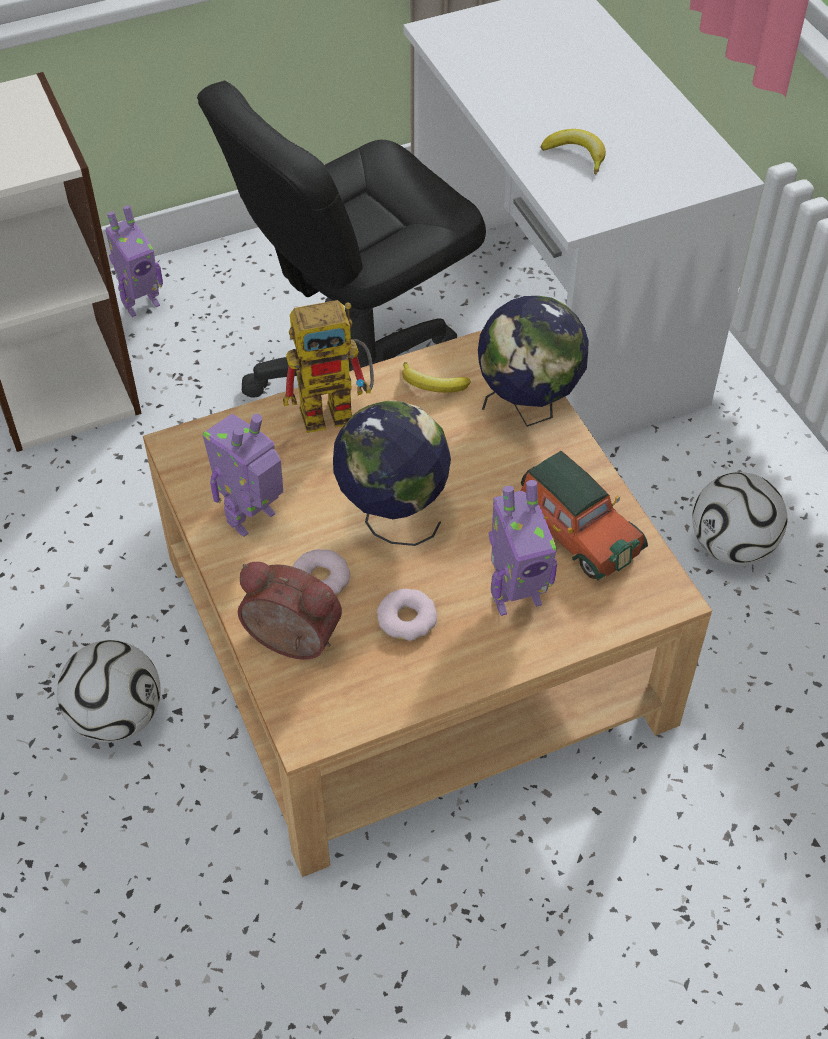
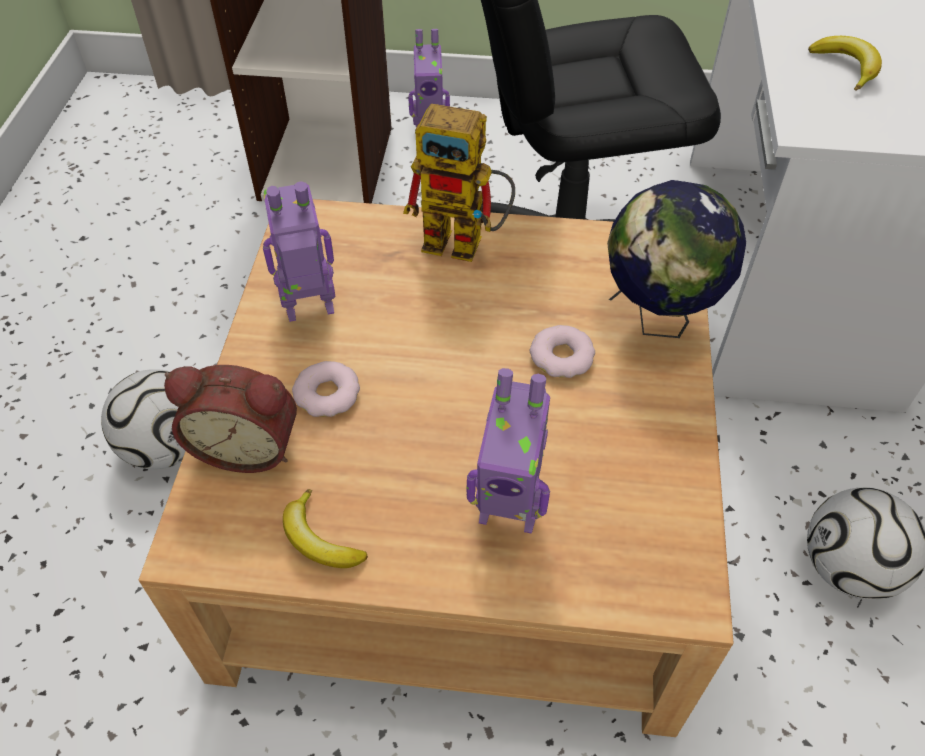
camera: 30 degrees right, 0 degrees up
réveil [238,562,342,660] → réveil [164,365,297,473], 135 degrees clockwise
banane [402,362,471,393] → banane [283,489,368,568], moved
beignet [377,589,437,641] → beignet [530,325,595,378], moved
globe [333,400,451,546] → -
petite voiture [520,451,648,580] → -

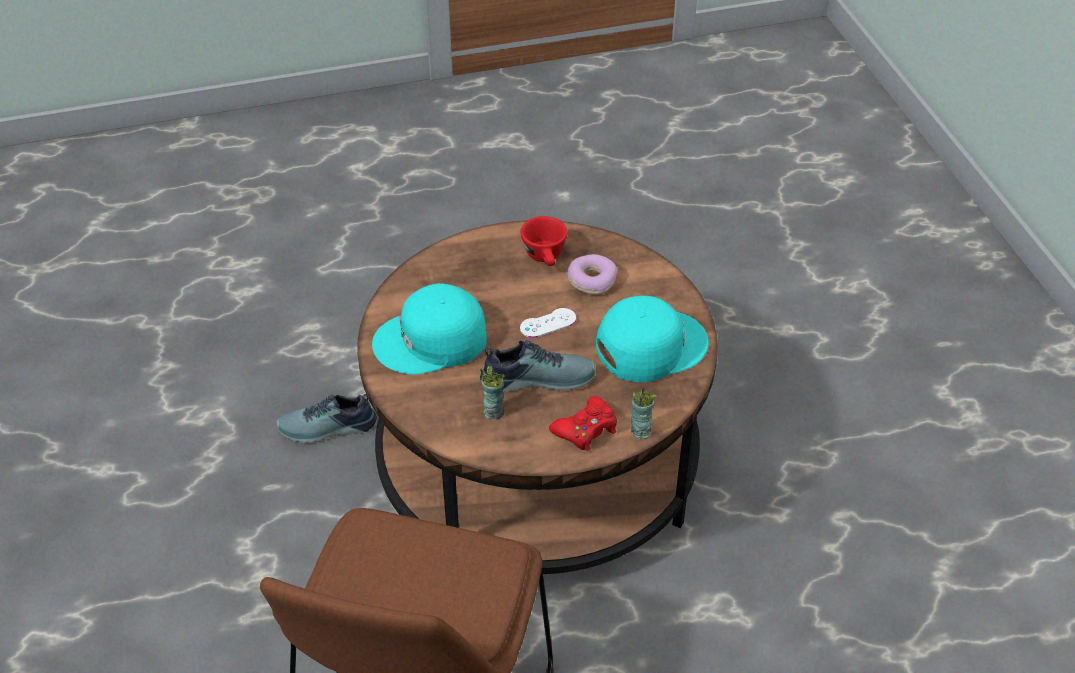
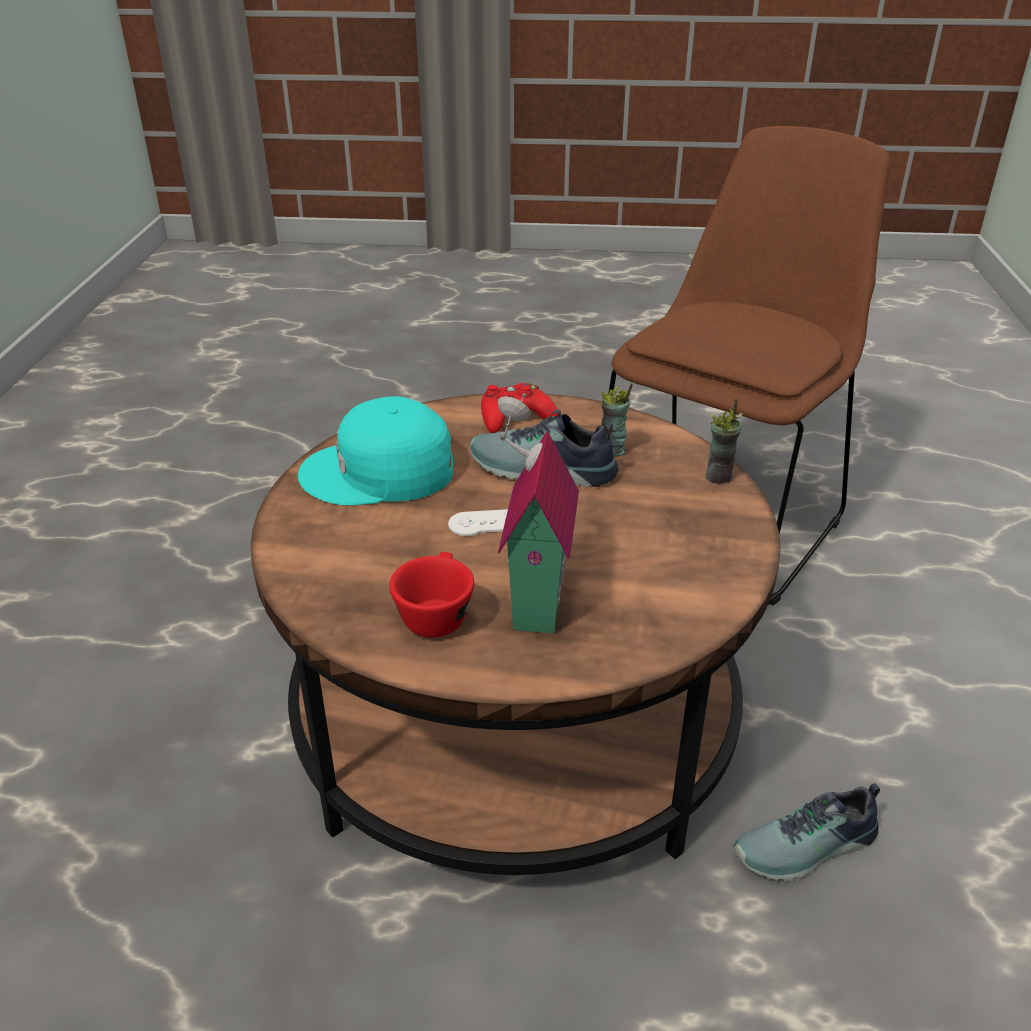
camera: 160 degrees left, 10 degrees down
- → maison miniature [498,393,579,634]
tasse [631,387,657,439] → tasse [705,399,743,484], moved
chaussure [277,394,377,443] → chaussure [733,783,880,881], 150 degrees clockwise
casquette [turquoise] [372,283,487,374] → -
beignet [567,254,617,295] → -

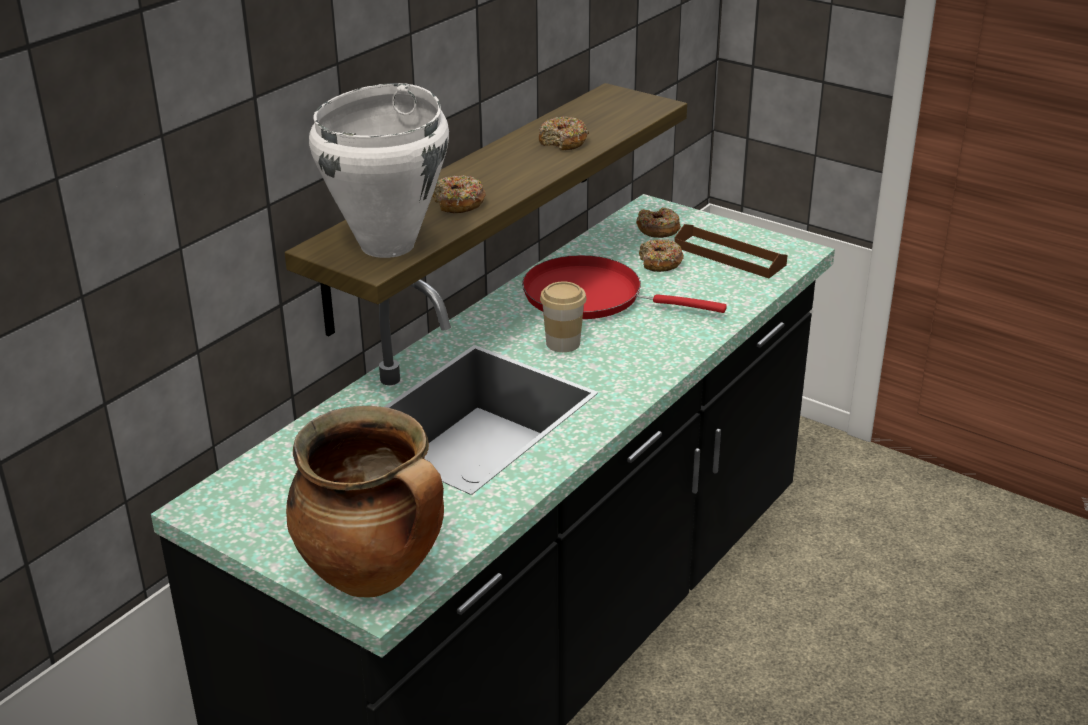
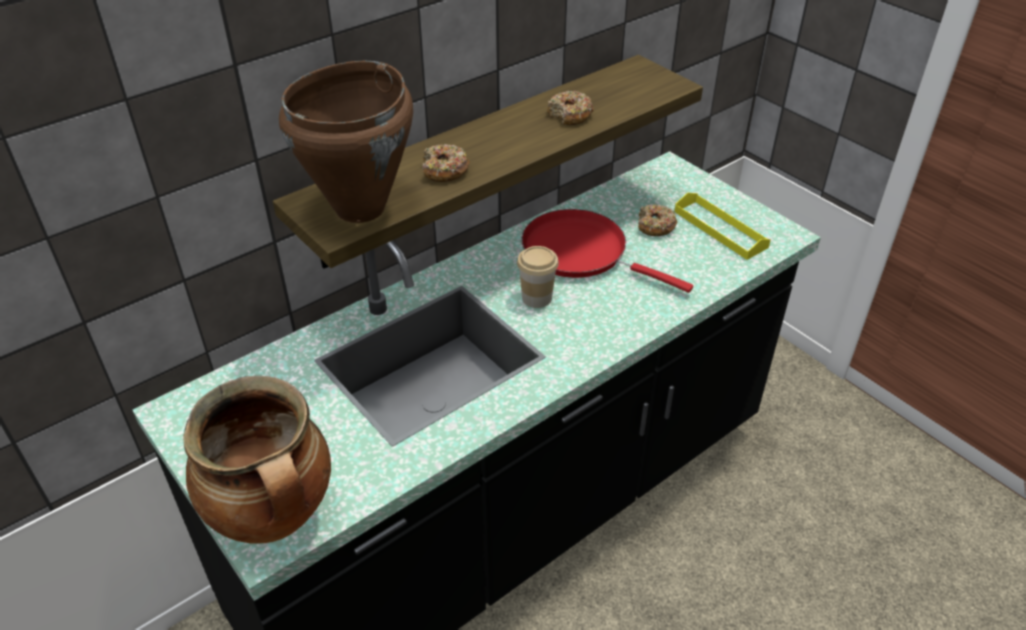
camera: 15 degrees right, 10 degrees up
marmite [blanc] [309,83,449,258] → marmite [marron] [279,61,413,223]
plateau [marron] [674,224,787,278] → plateau [jaune] [674,193,771,260]
beignet [636,207,681,238] → -

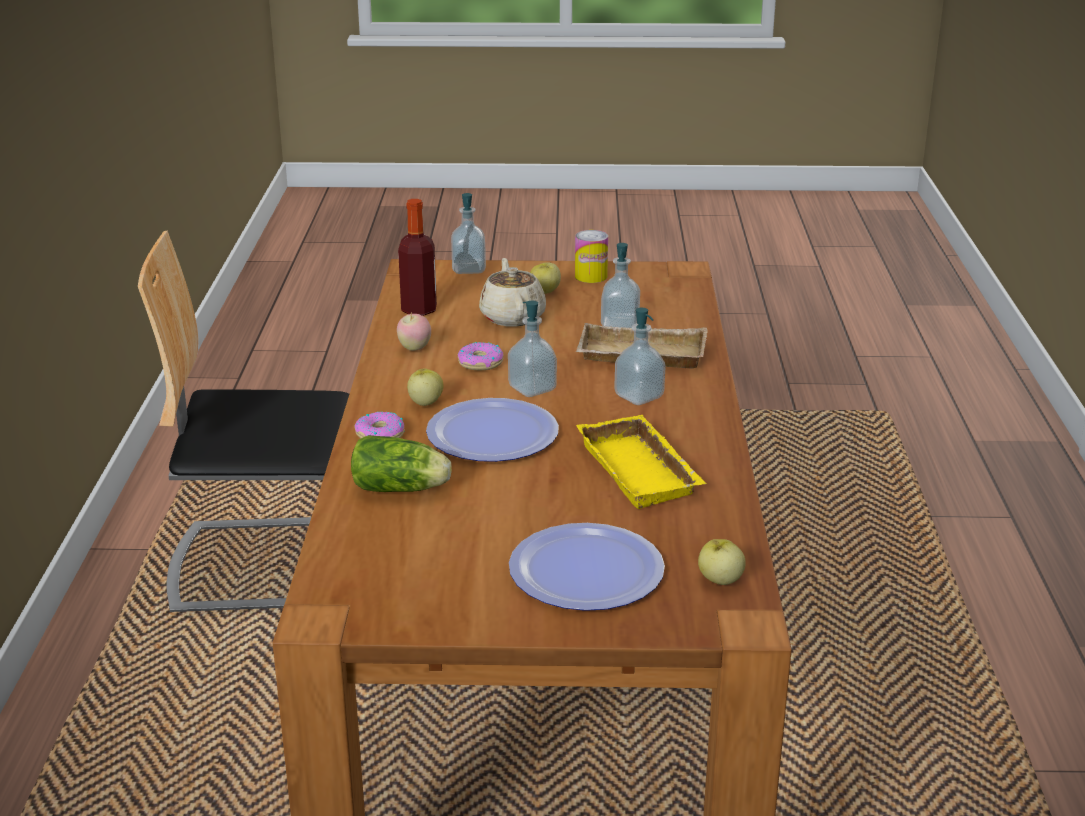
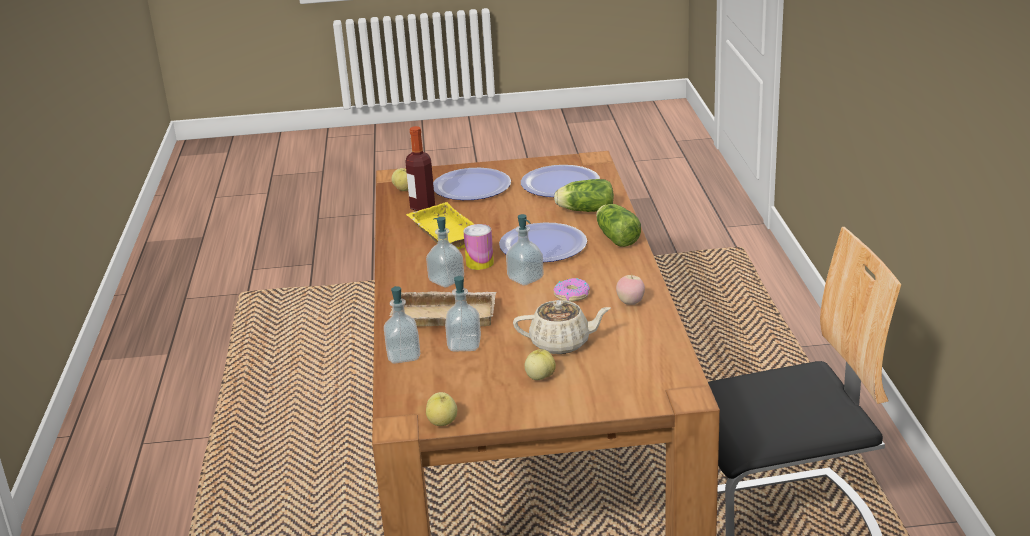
camera: 175 degrees right, 0 degrees up
distributeur de savon [451,193,486,274] → distributeur de savon [384,286,420,363], moved
bouteille [398,199,437,316] → bouteille [406,126,435,211], moved
pomme [407,369,444,406] → pomme [426,392,457,426], moved
boîte métallique [575,230,608,283] → boîte métallique [463,224,494,270], moved
théière [beige] [479,258,546,327] → théière [beige] [513,300,611,354], 75 degrees counterclockwise
- → assiette [521,165,600,197]
beignet [354,411,405,438] → laitue [596,204,641,247]

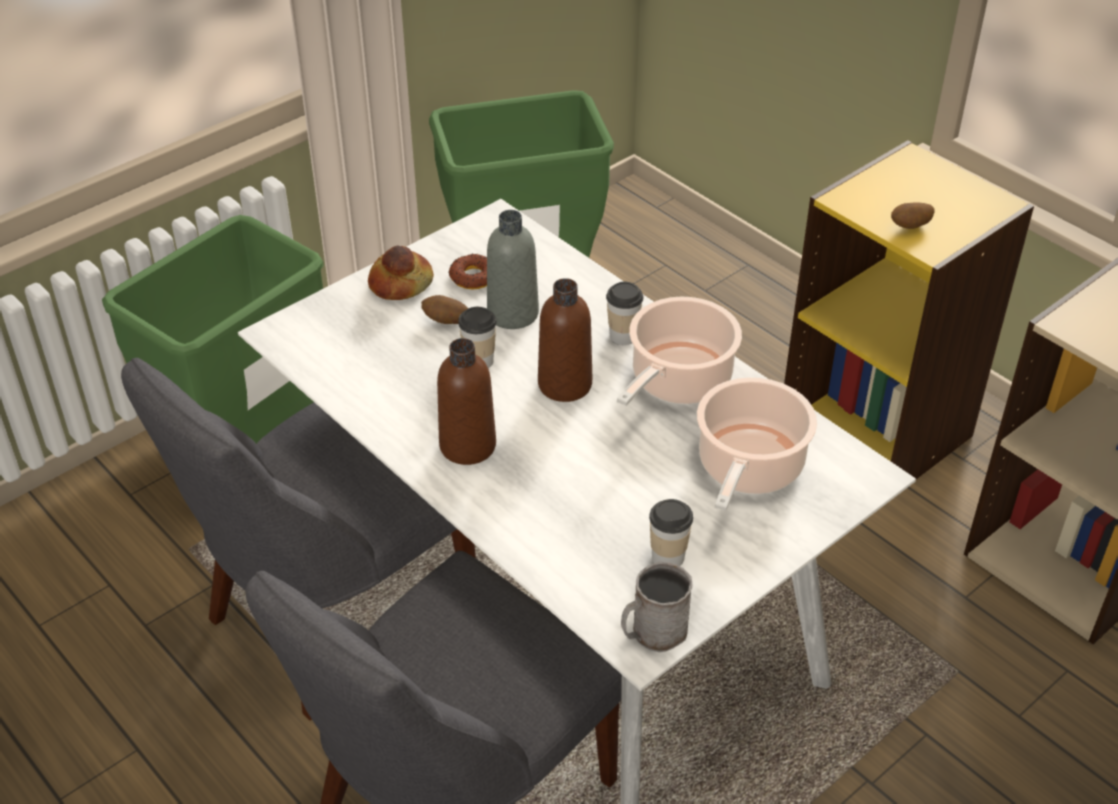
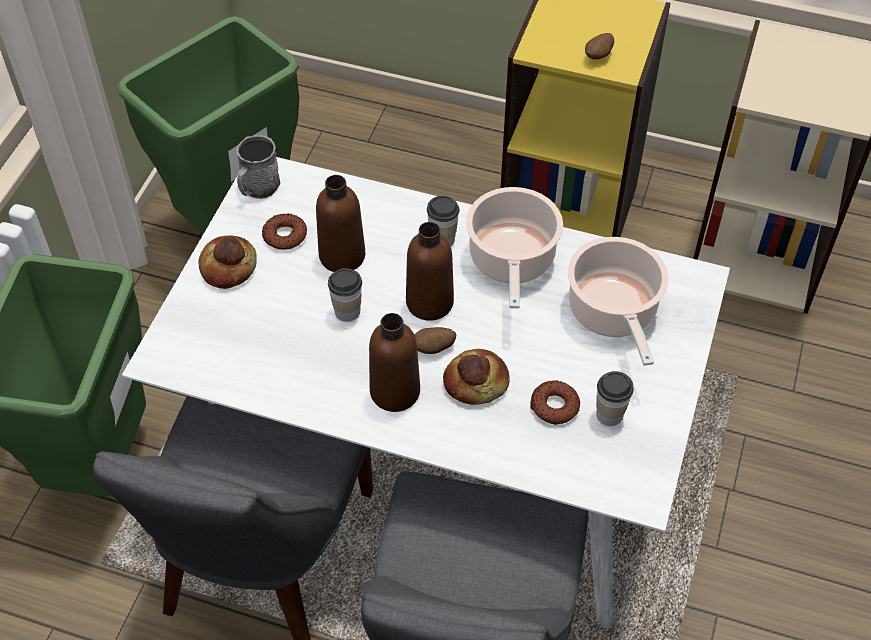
camera: 30 degrees left, 10 degrees up
mug [gris] [621,561,692,652] → mug [gris] [237,135,280,199], moved
bouteille [gris] [487,210,539,329] → bouteille [marron] [316,175,365,272]
pomme de terre [421,295,468,324] → pomme de terre [414,327,456,354], moved
- → pain [443,349,510,405]
- → beignet [530,380,580,425]

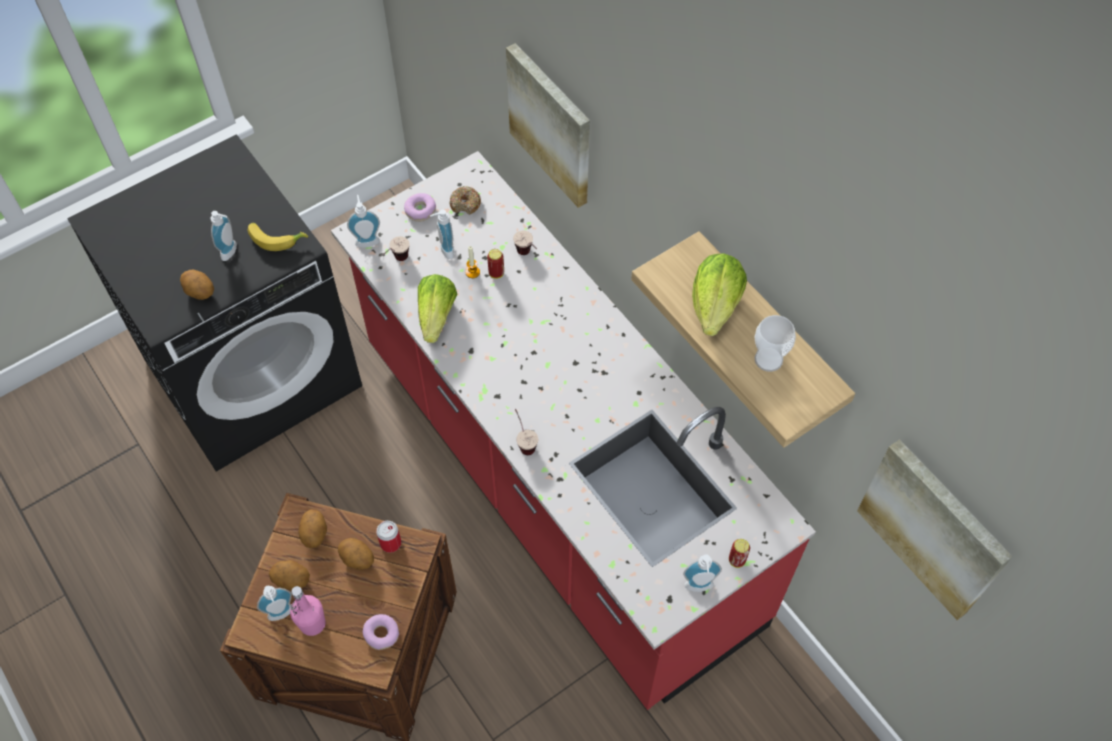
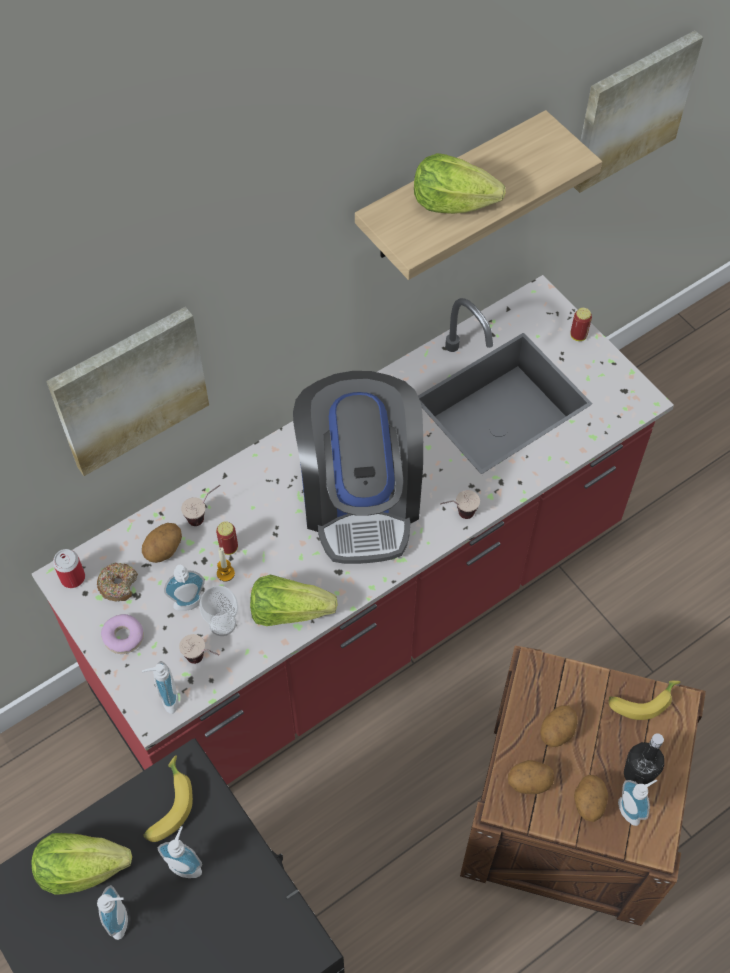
camera: 90 degrees left, 0 degrees up
- → laitue [32,833,132,894]
boîte métallique [376,521,401,553] → boîte métallique [53,549,85,588], moved
distributeur de savon [683,554,722,592] → distributeur de savon [97,885,128,940], moved
pomme de terre [180,269,214,300] → pomme de terre [142,523,182,563], moved
tasse [755,315,796,372] → tasse [199,586,238,636], moved
- → machine à café [293,371,423,564]
beignet [363,614,399,650] → banane [609,681,681,720]
bouteille [rose] [290,586,326,636] → bouteille [noir] [624,733,664,784]

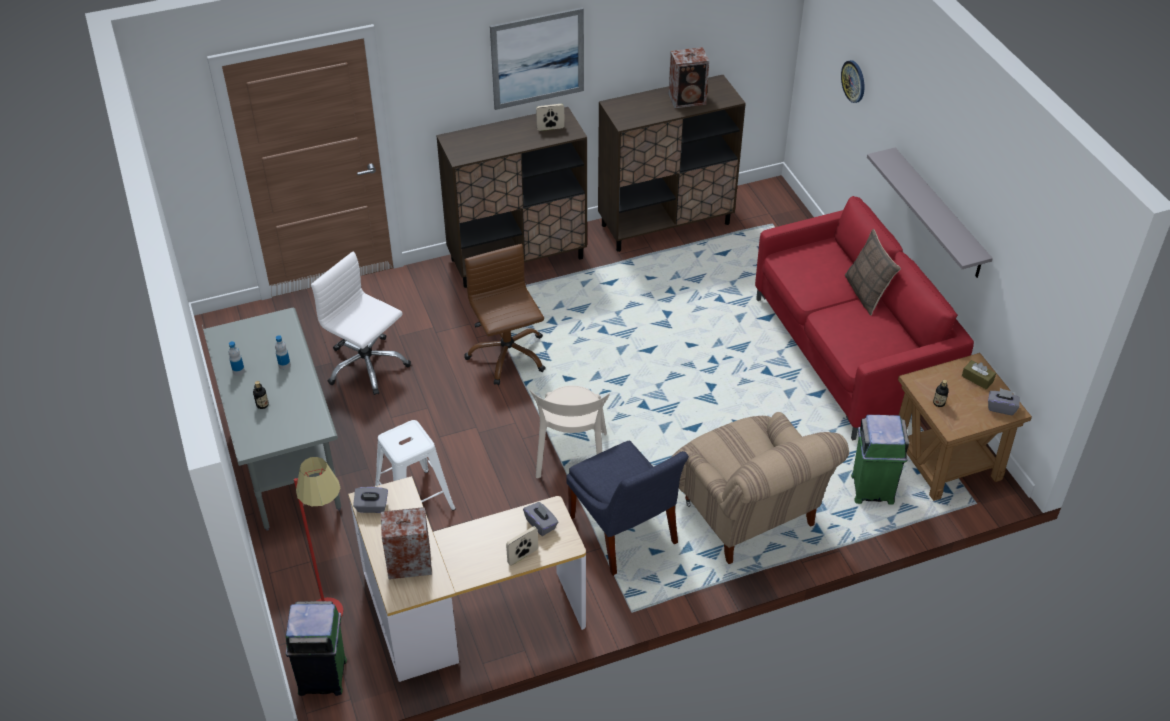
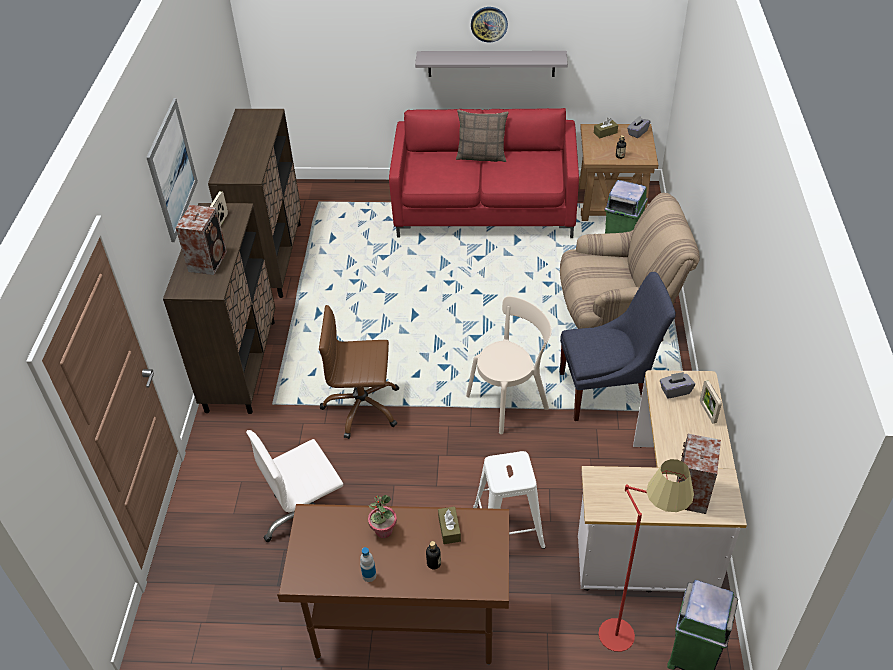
camera: 65 degrees left, 0 degrees up
enceinte [668,47,709,108] → enceinte [176,205,227,275], moved
bureau [gris] [202,308,341,531] → bureau [marron] [277,504,509,665]
bouteille [275,335,291,370] → plante en pot [368,495,397,538]
- → boîte à mouchoirs [marron] [438,507,461,544]
chaise [beige] [530,385,610,478] → chaise [beige] [466,296,552,434], 60 degrees counterclockwise
horloge murale [841,60,865,103] → horloge murale [471,7,508,42], moved
boîte à mouchoirs [gris] [353,487,388,513] → -

